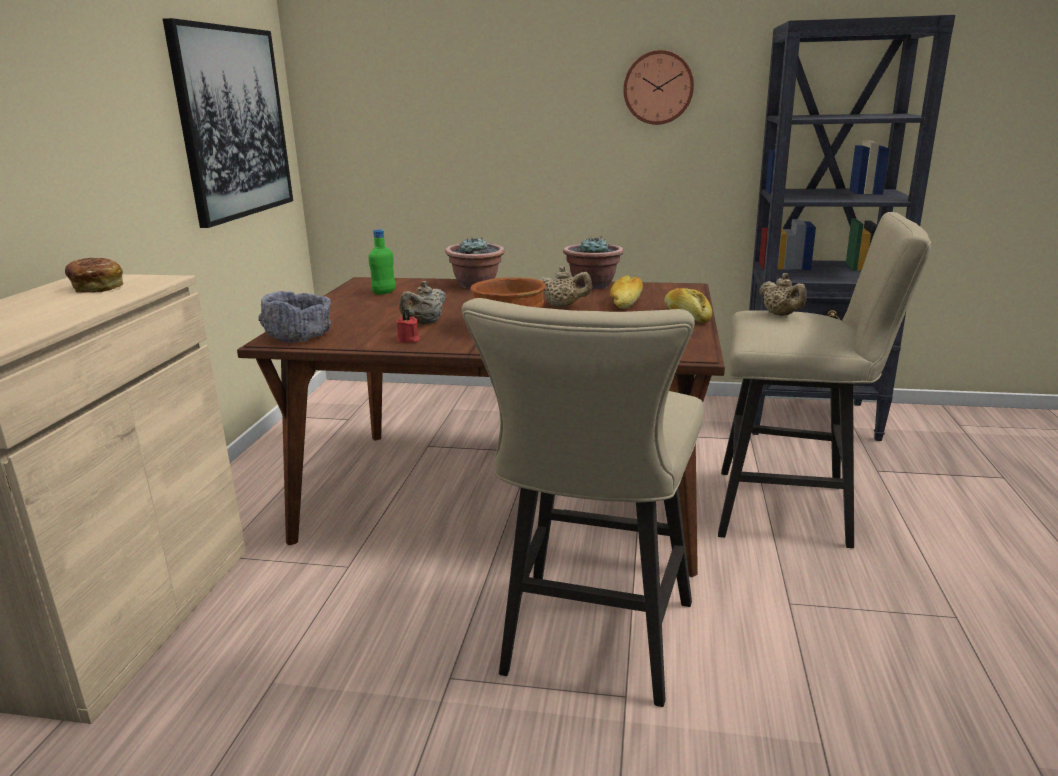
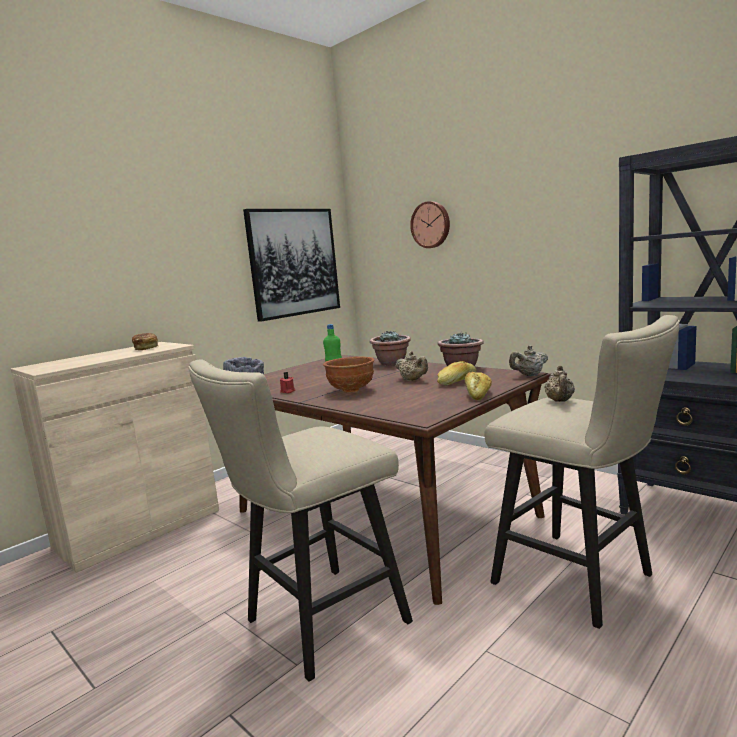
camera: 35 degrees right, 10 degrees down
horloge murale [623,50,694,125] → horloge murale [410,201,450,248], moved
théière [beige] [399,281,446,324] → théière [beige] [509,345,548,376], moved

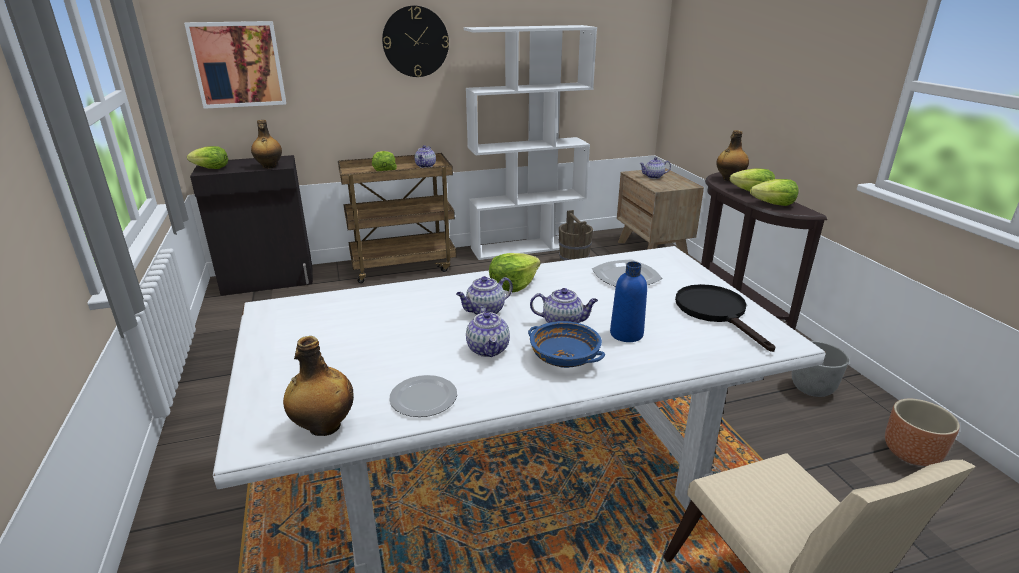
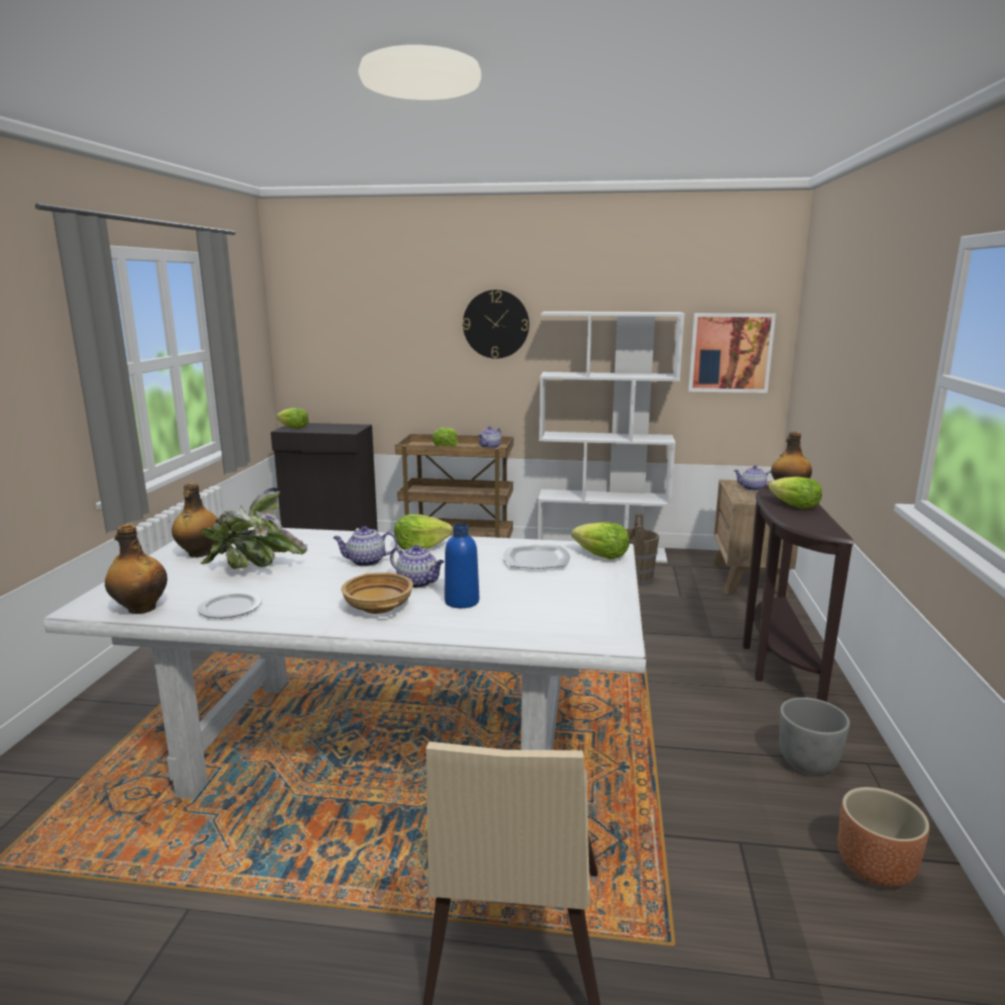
camera: 25 degrees right, 10 degrees down
bouteille [251,120,282,169] → bouteille [172,483,217,558], moved
- → plante en pot [200,487,307,569]
bol [bleu] [528,321,605,368] → bol [beige] [341,573,413,614]
laitue [750,179,799,206] → laitue [571,522,629,560], moved
tableau [184,21,286,109] → tableau [688,313,776,393], moved
théière [466,306,510,357] → -
poêle [noir] [675,284,775,352] → -

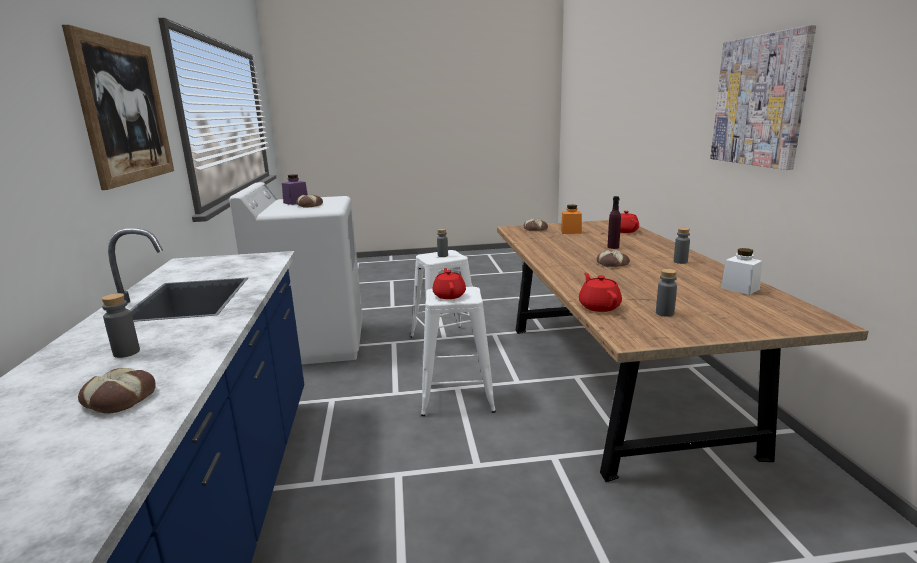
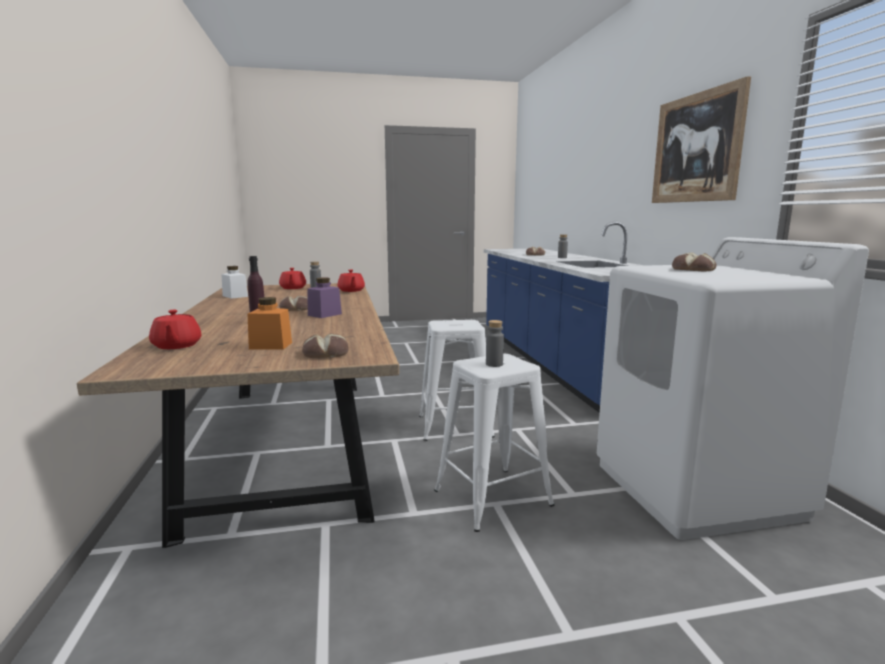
camera: 175 degrees right, 5 degrees down
théière [rouge] [432,268,466,299] → théière [rouge] [279,268,306,289], moved
bocal [violet] [282,174,308,205] → bocal [violet] [307,277,342,318], moved
bouteille [gris] [674,228,690,264] → -
tableau [710,25,816,170] → -

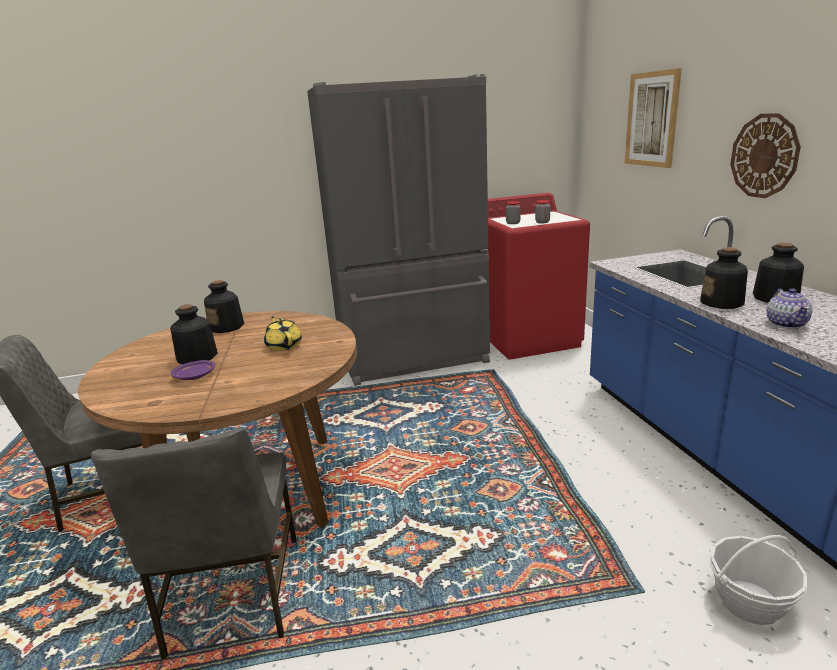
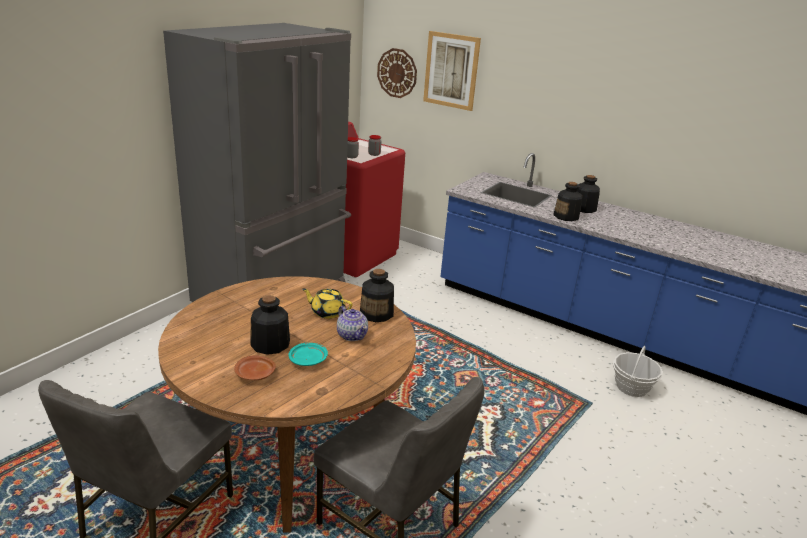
camera: 45 degrees left, 5 degrees up
- → assiette [marron] [234,355,276,380]
assiette [violet] [171,360,215,380] → assiette [turquoise] [288,343,328,366]
théière [766,289,813,329] → théière [337,306,368,341], moved
bouteille [204,280,244,333] → bouteille [360,269,394,322], moved
horloge murale [730,113,801,198] → horloge murale [377,48,417,98], moved

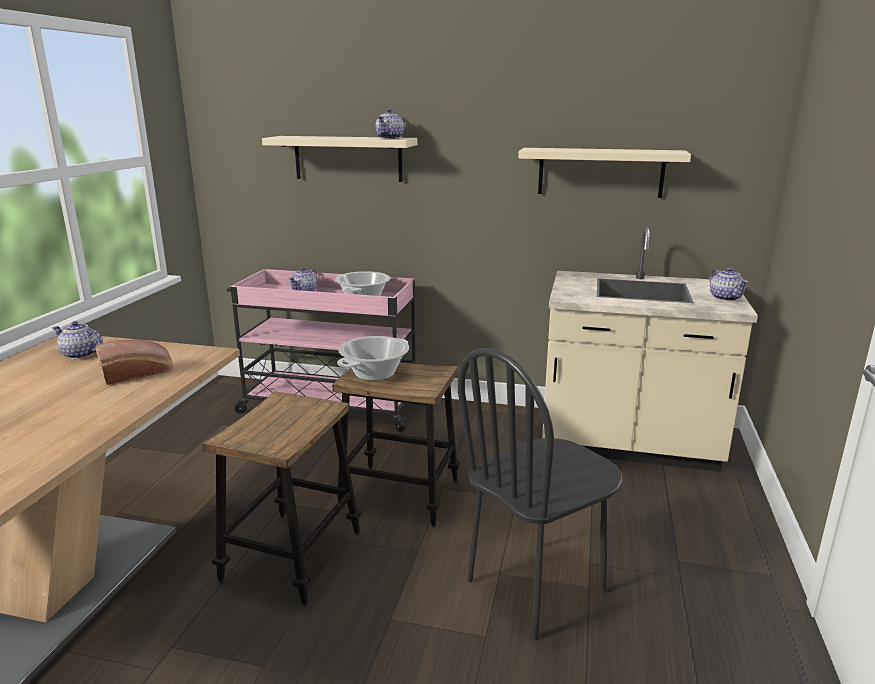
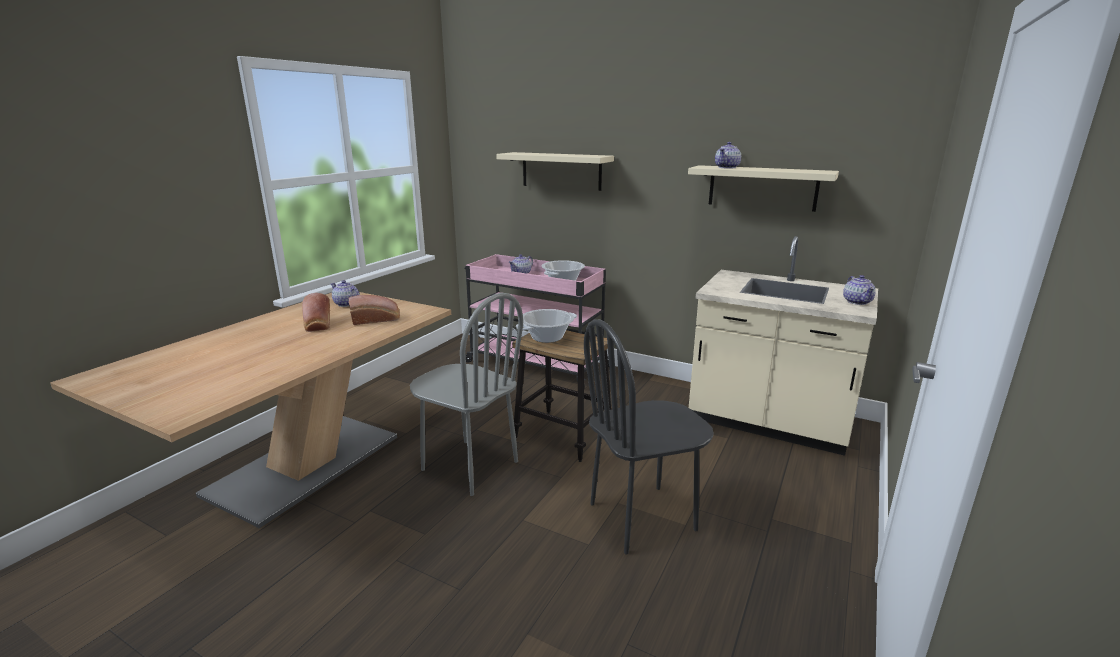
camera: 15 degrees right, 0 degrees up
- → pain [302,293,330,332]
tabouret [202,391,361,606] → chaise [gris] [410,293,523,496]
théière [375,109,404,139] → théière [715,142,741,169], moved

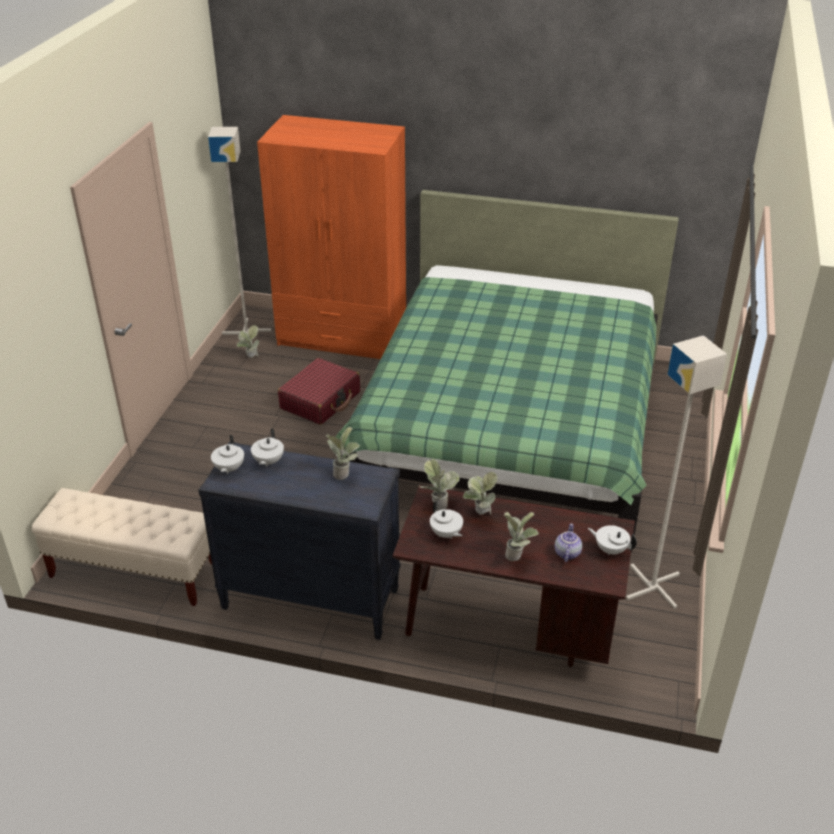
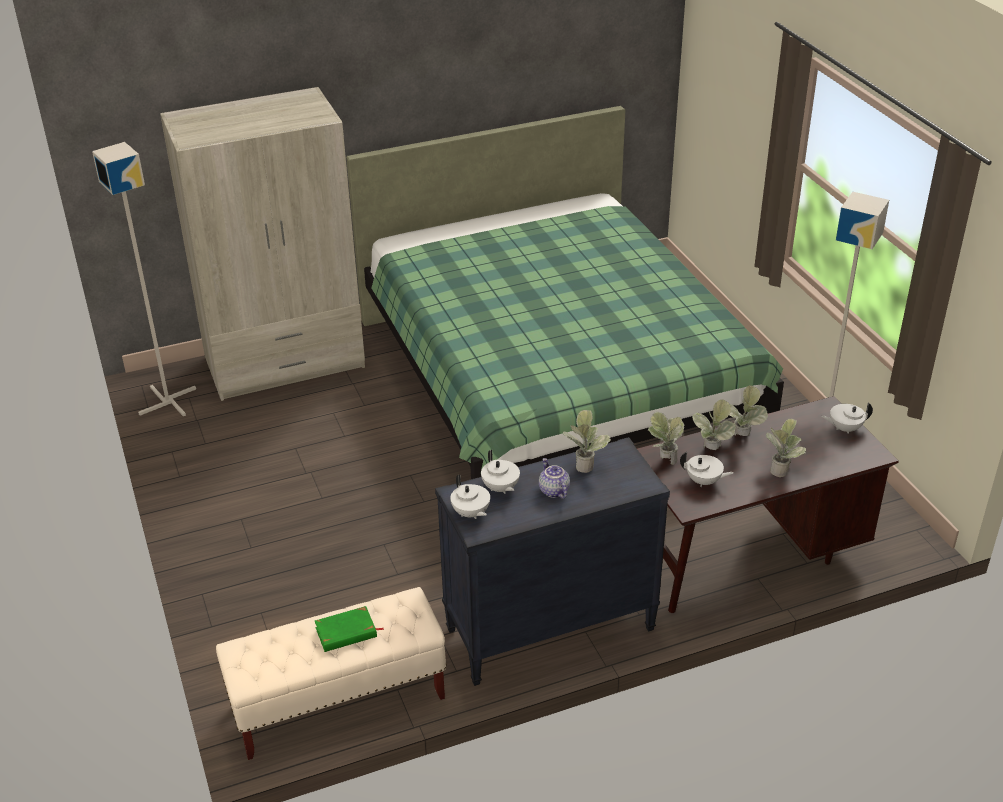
camera: 35 degrees left, 0 degrees up
armoire [orange] [257,115,406,359] → armoire [beige] [160,87,365,401]
- → livre [vert] [315,606,384,652]
théière [555,523,582,562] → théière [539,458,570,499], moved
plante en pot [237,325,259,358] → plante en pot [729,385,768,436], moved
valise [rouge] [278,358,360,425] → -

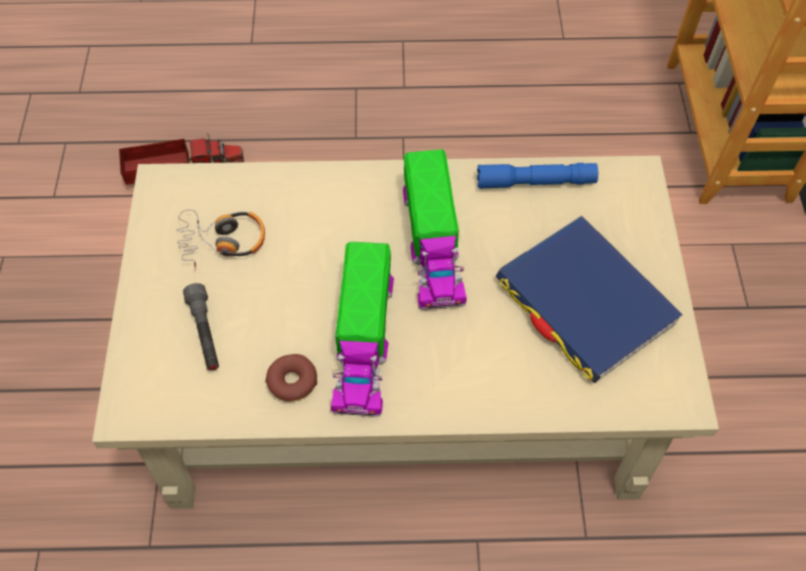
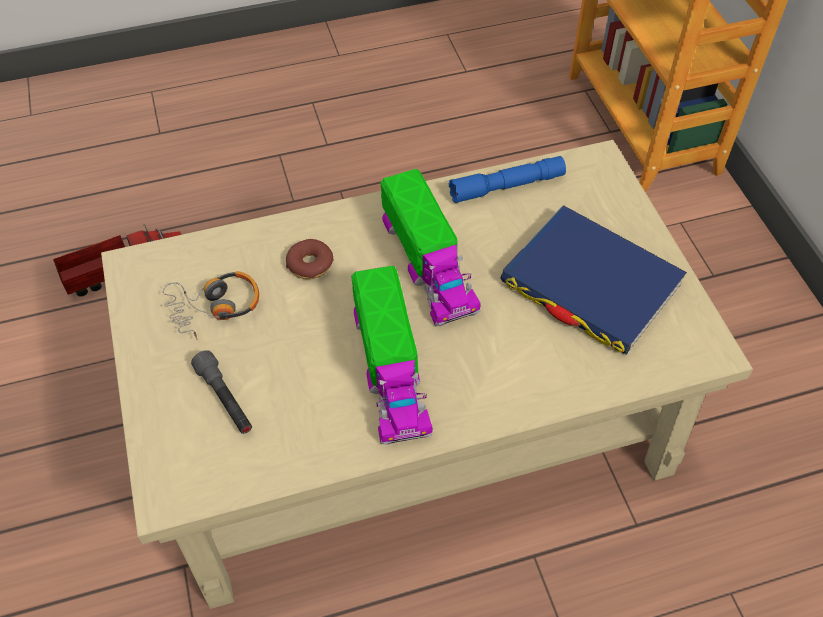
camera: 15 degrees left, 5 degrees down
beignet [265,354,317,402] → beignet [286,239,334,279], moved

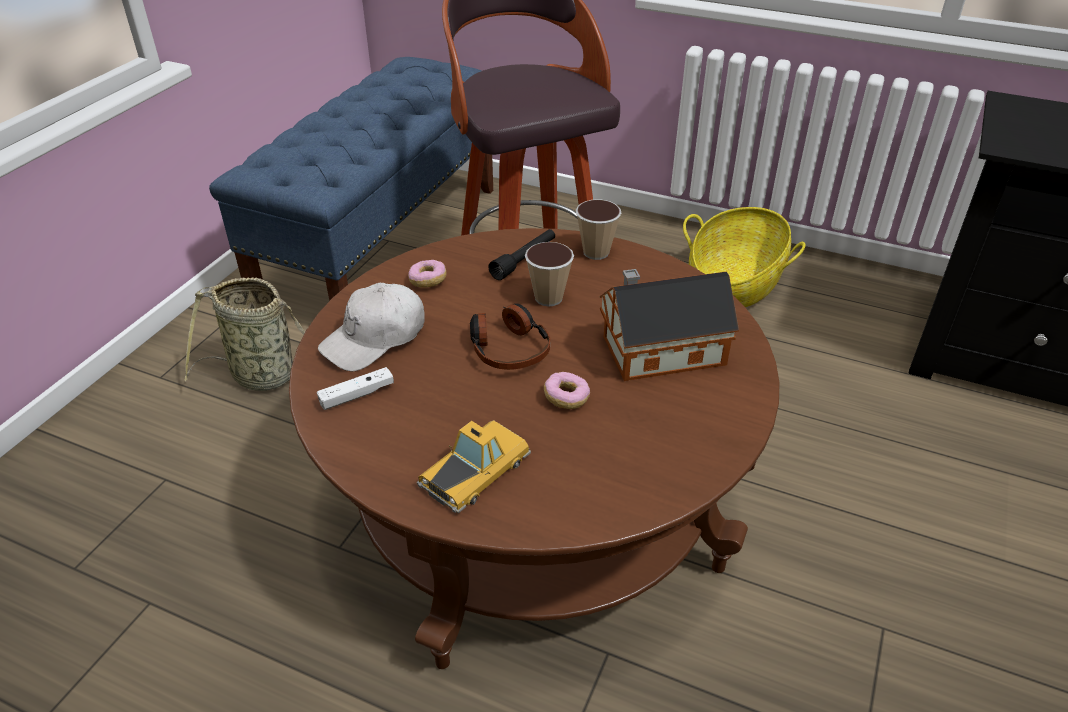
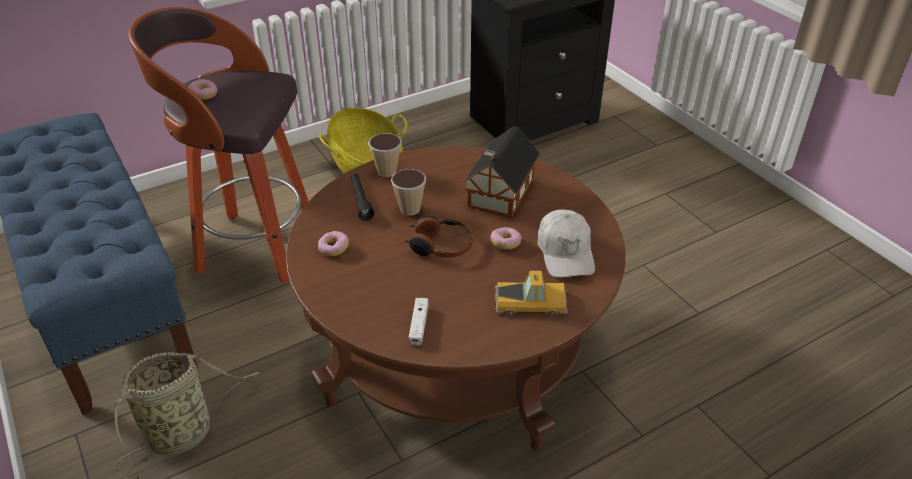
camera: 55 degrees left, 0 degrees up
- → beignet [188,79,217,100]
petite voiture [417,420,531,513] → petite voiture [495,271,568,316], 105 degrees clockwise
casquette [blanc] [318,283,425,371] → casquette [blanc] [537,209,595,278], moved

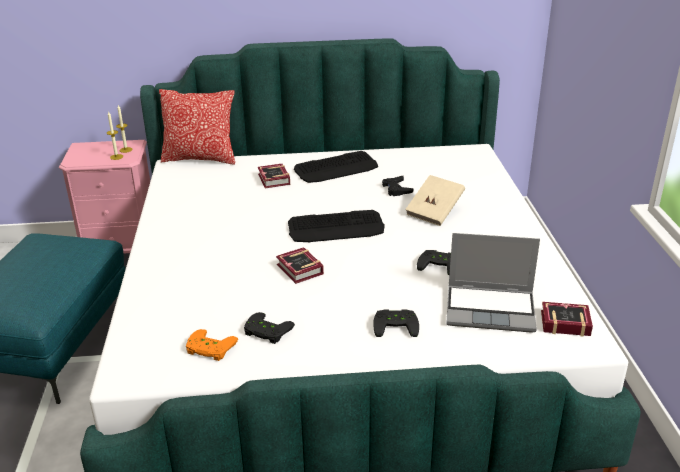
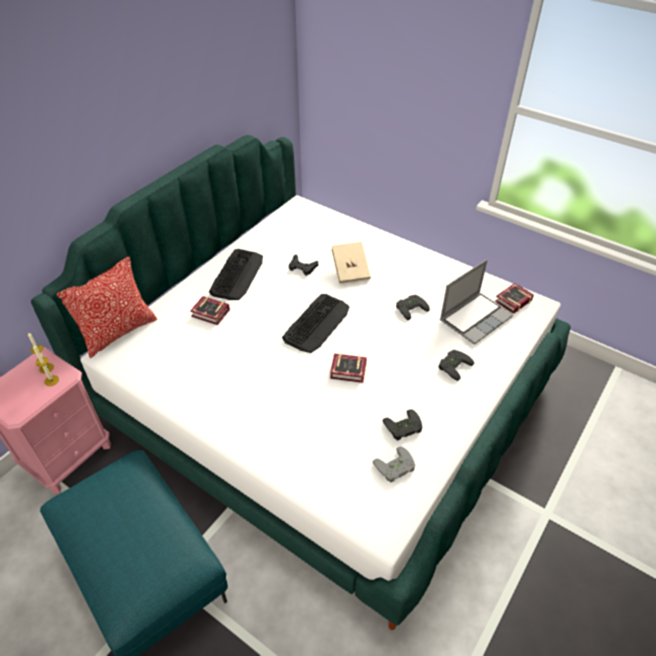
camera: 50 degrees left, 15 degrees up
manette [orange] [186,329,238,361] → manette [gris] [373,447,415,483]

